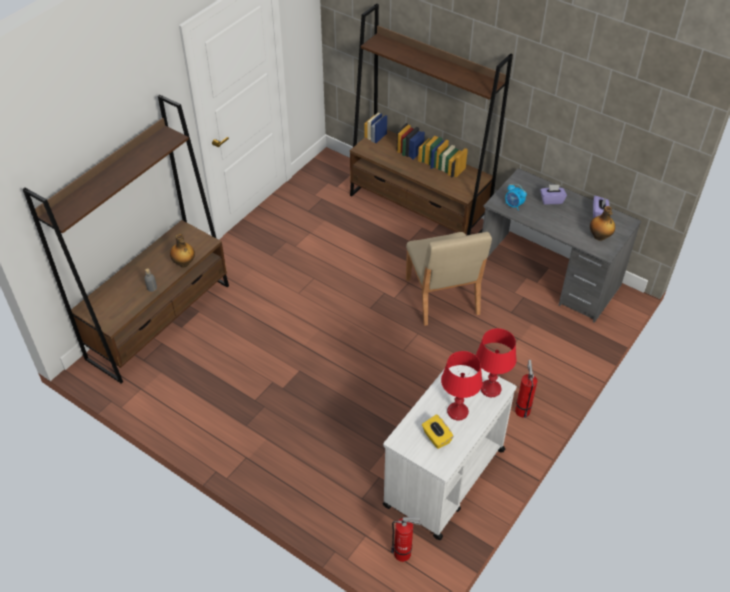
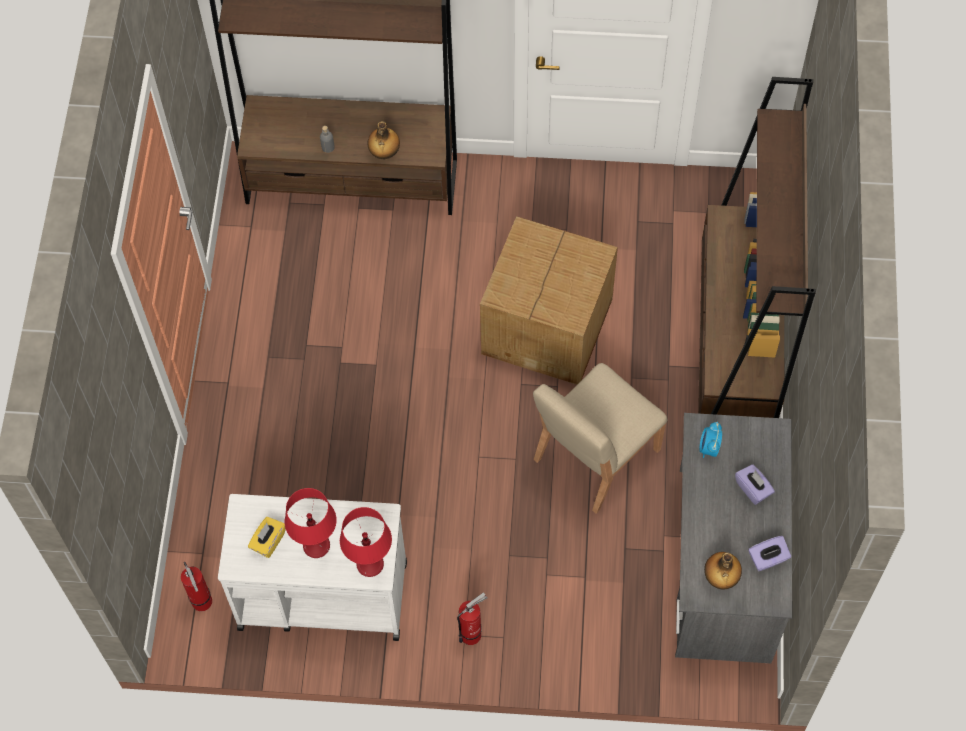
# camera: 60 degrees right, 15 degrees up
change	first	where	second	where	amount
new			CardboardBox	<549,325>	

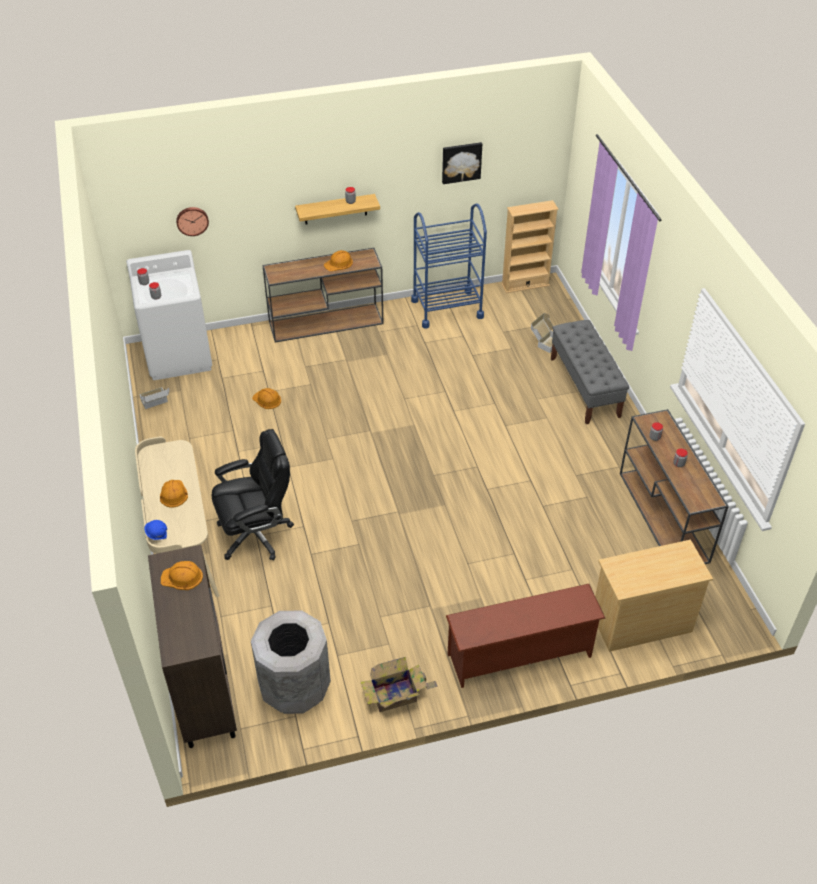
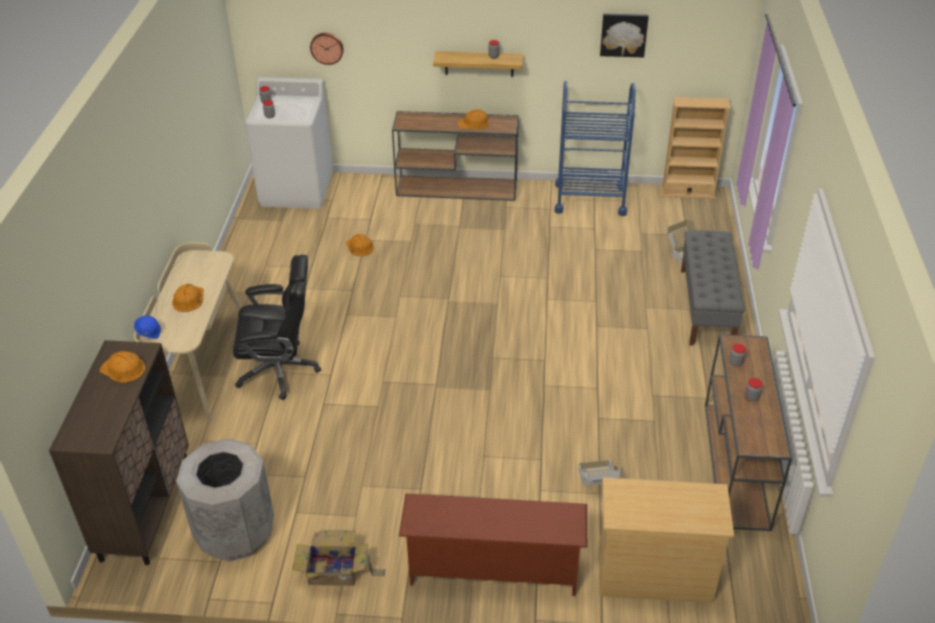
# camera: 20 degrees right, 5 degrees down
change	first	where	second	where	amount
shifted	CardboardBox	<156,404>		<598,483>	

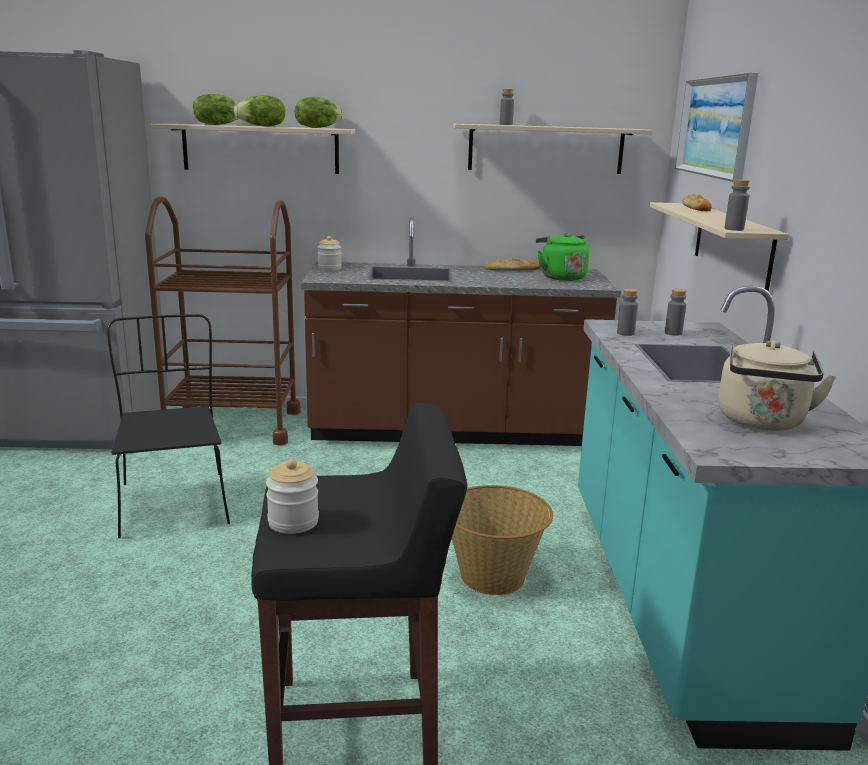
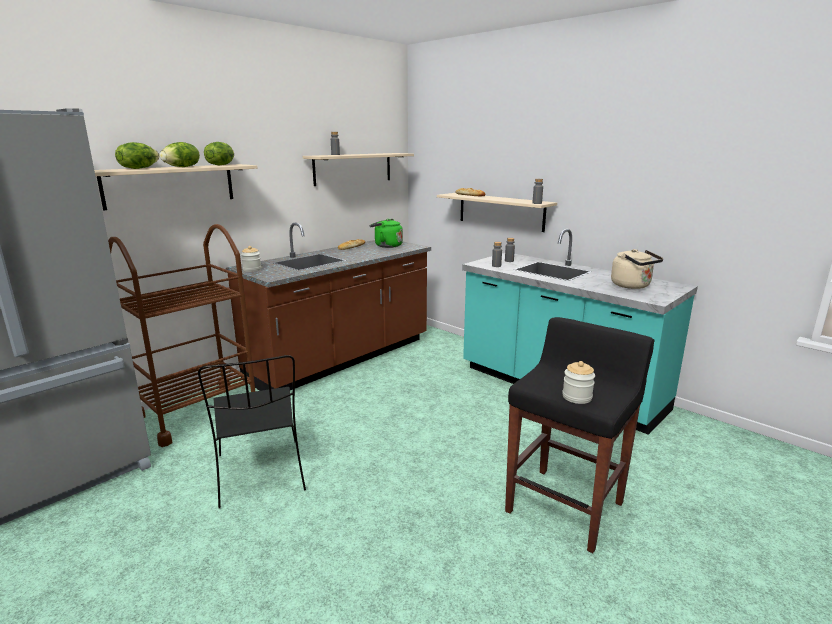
# camera: 45 degrees left, 0 degrees up
change	first	where	second	where	amount
gone	Basket	<494,576>			
gone	Picture	<715,127>			
rotated	BlackChair	<173,502>		<261,474>	135 degrees counterclockwise

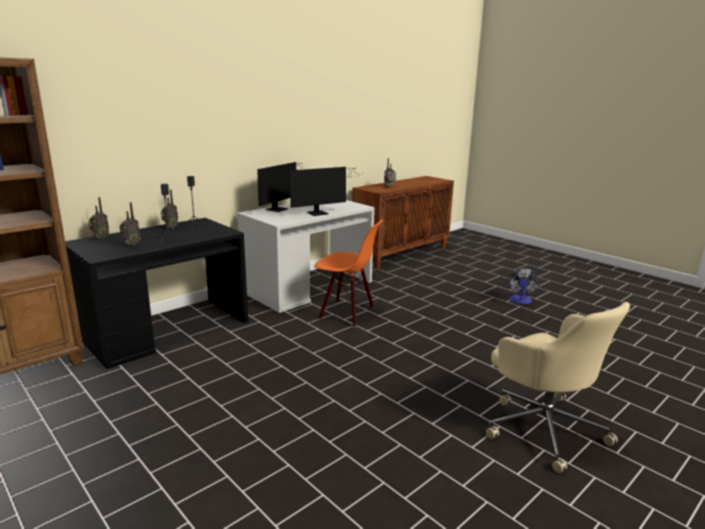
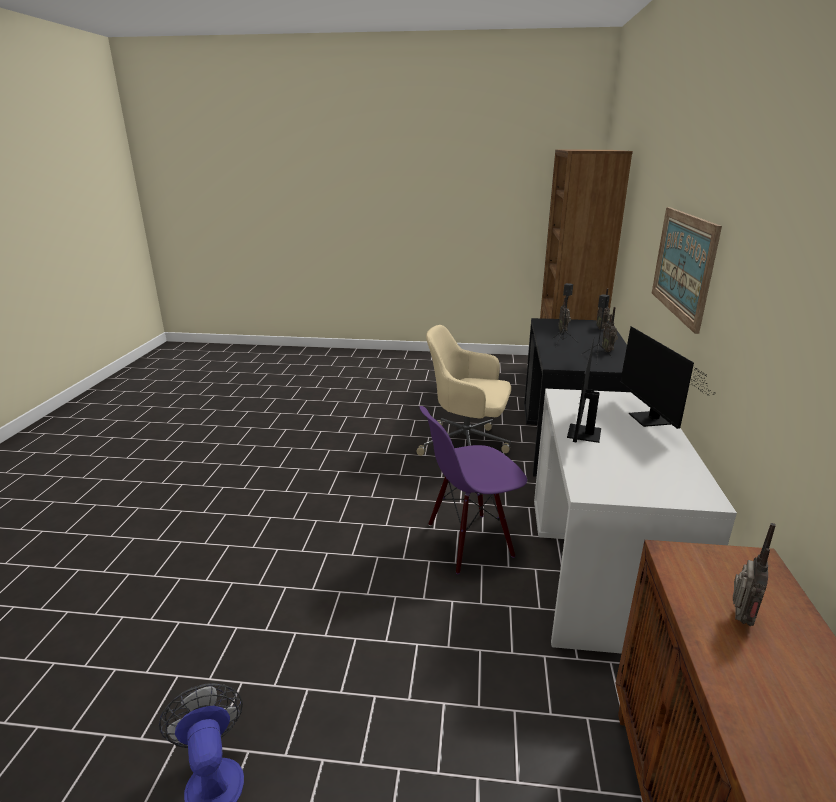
# camera: 140 degrees right, 5 degrees up
change	first	where	second	where	amount
new			Picture	<683,265>	
shifted	BeigeOfficeChair	<543,427>		<467,446>	
repainted	OrangeChair	<346,313>	PurpleChair	<469,541>	

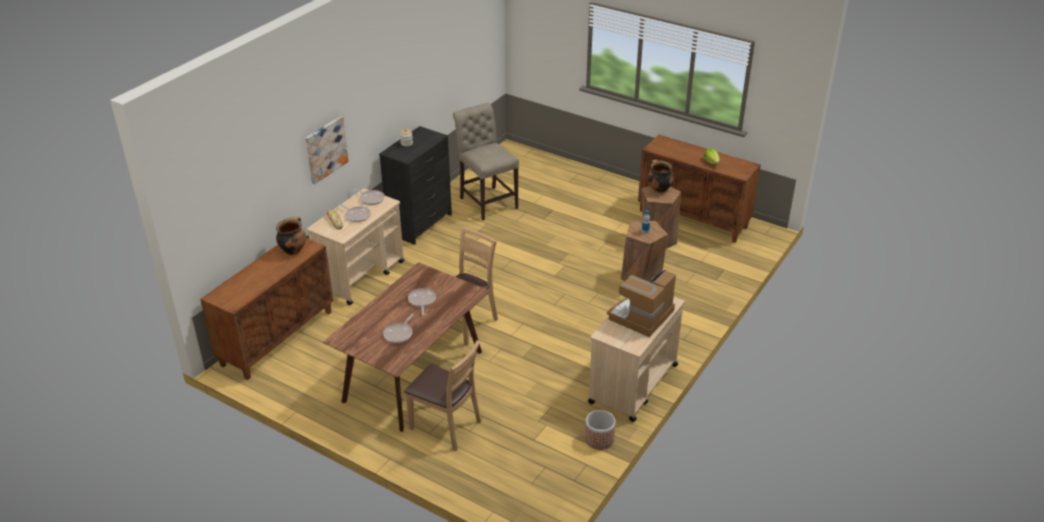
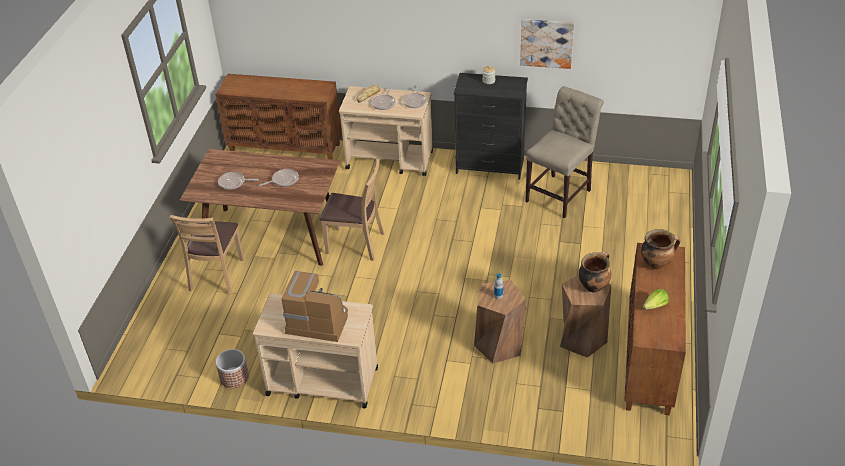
# camera: 70 degrees right, 5 degrees up
change	first	where	second	where	amount
shifted	CookingPot	<293,250>		<656,263>	
shifted	Picture	<326,149>		<546,43>	

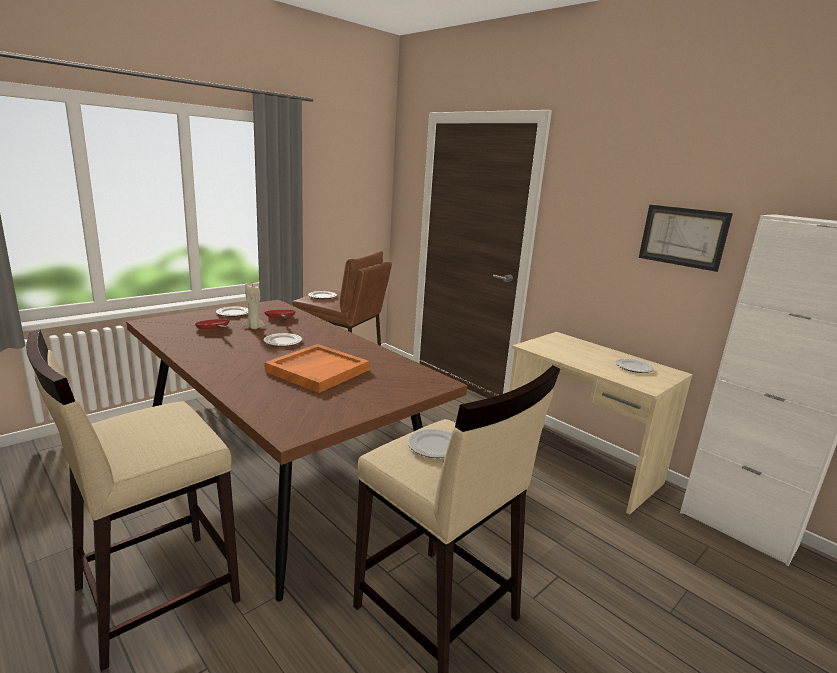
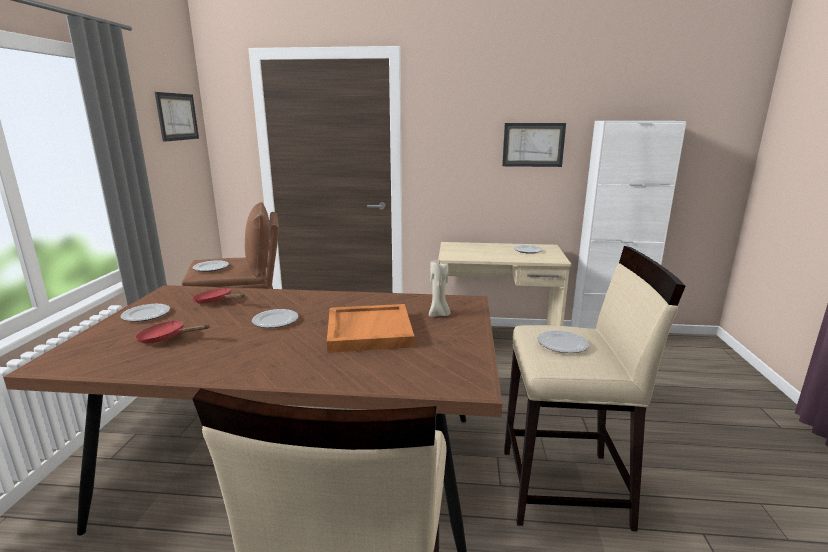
# camera: 40 degrees left, 0 degrees up
change	first	where	second	where	amount
new			Picture	<177,117>	
shifted	BeigeCandle	<254,327>		<439,314>	

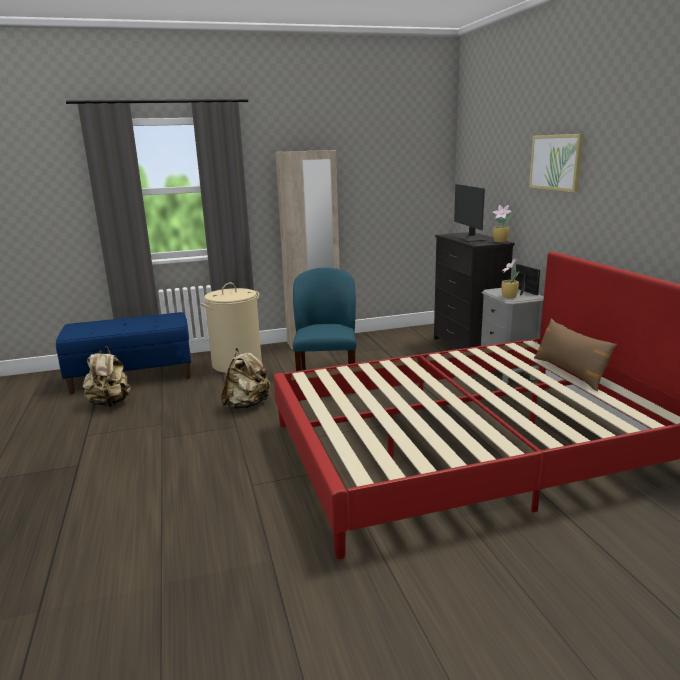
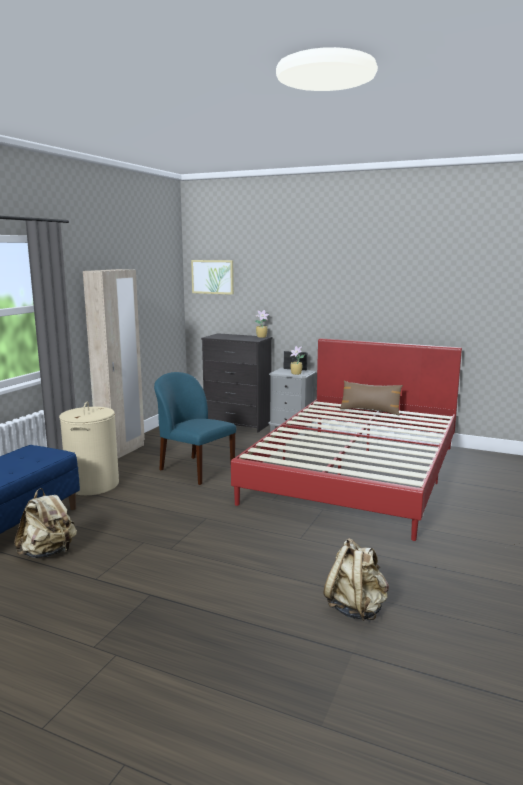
# camera: 50 degrees left, 5 degrees down
change	first	where	second	where	amount
gone	Monitor	<471,239>			
shifted	BeigeBackpack	<247,405>		<356,608>	
shifted	Picture	<556,162>		<212,277>	

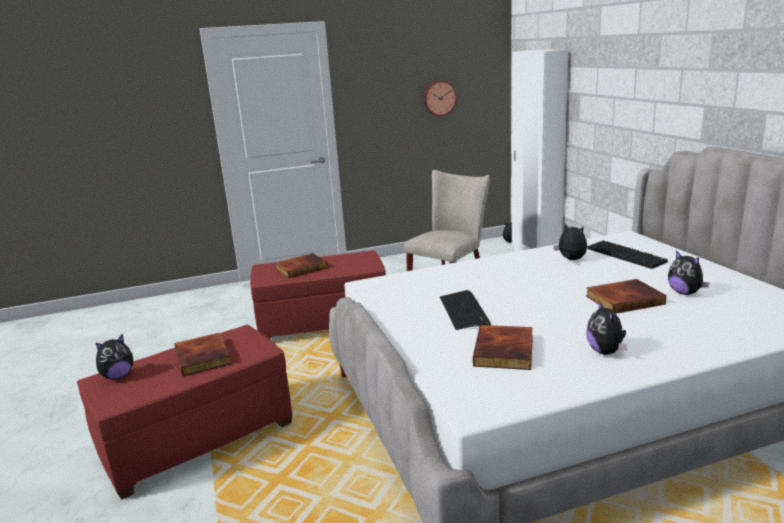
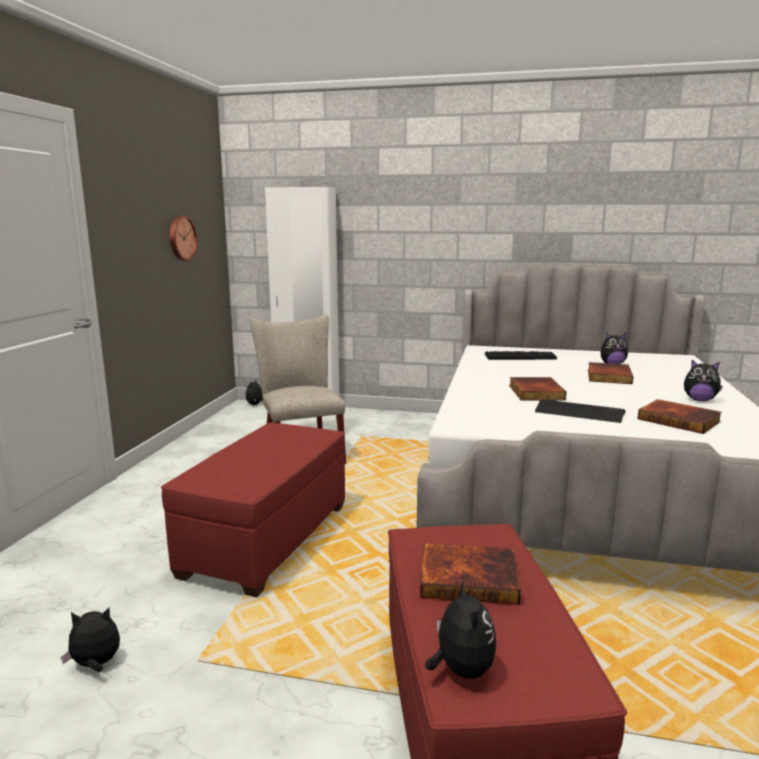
# camera: 60 degrees left, 5 degrees down
change	first	where	second	where	amount
shifted	Book	<301,268>		<534,392>	
shifted	PlushToy	<571,260>		<96,665>	

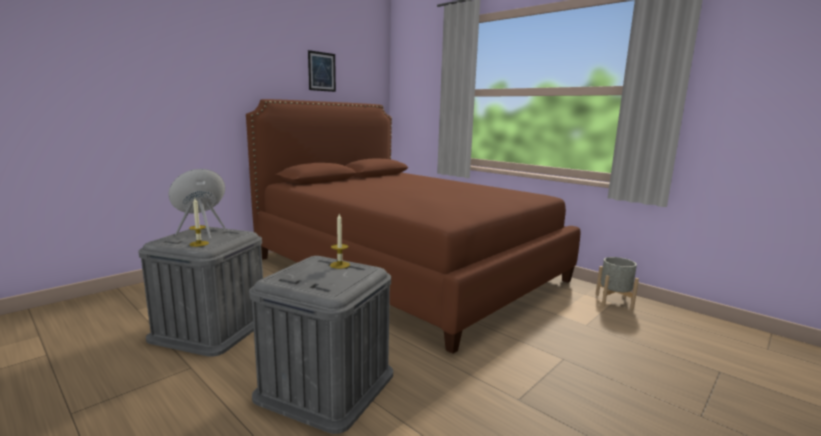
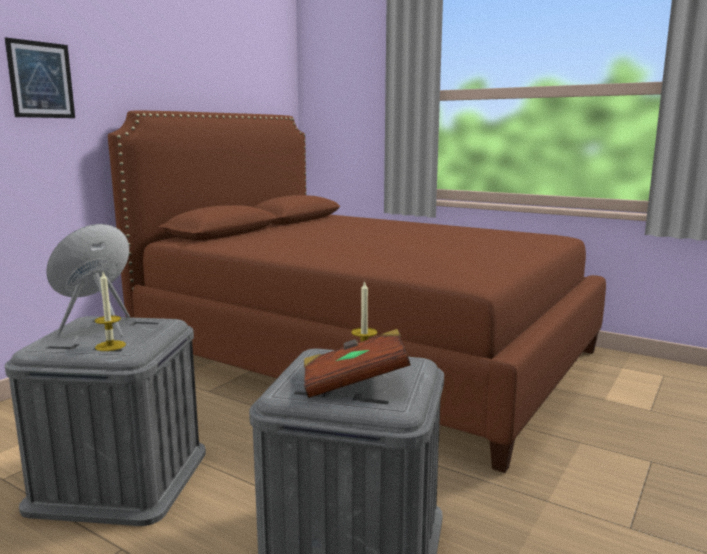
# camera: 10 degrees left, 0 degrees up
change	first	where	second	where	amount
gone	GreyPlanter	<613,301>			
new			BrownBook	<354,383>	
shifted	Picture	<322,71>		<41,80>	

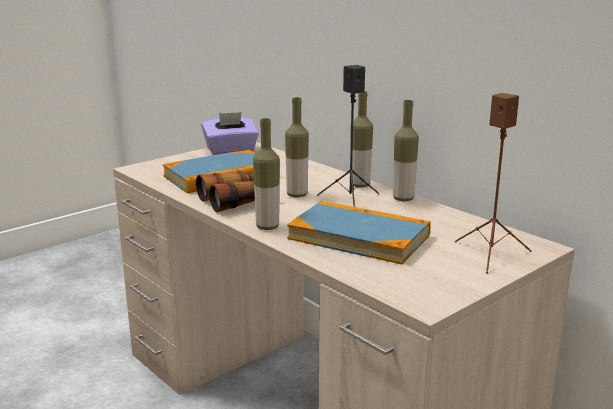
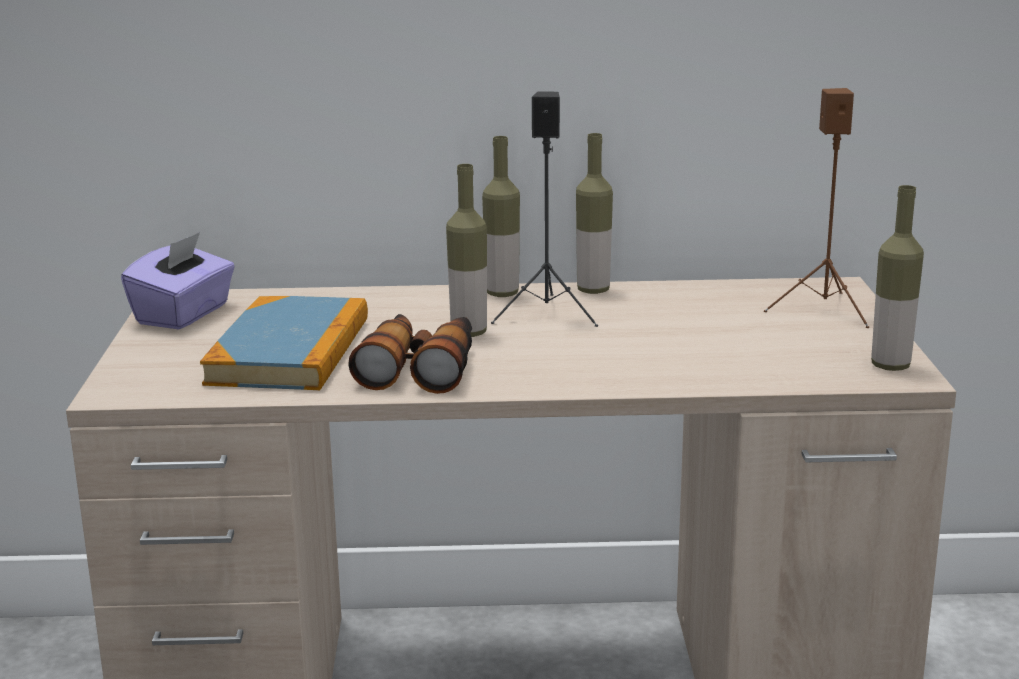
# camera: 50 degrees left, 0 degrees up
change	first	where	second	where	amount
gone	Book	<359,237>			
shifted	Bottle	<267,227>		<890,366>	

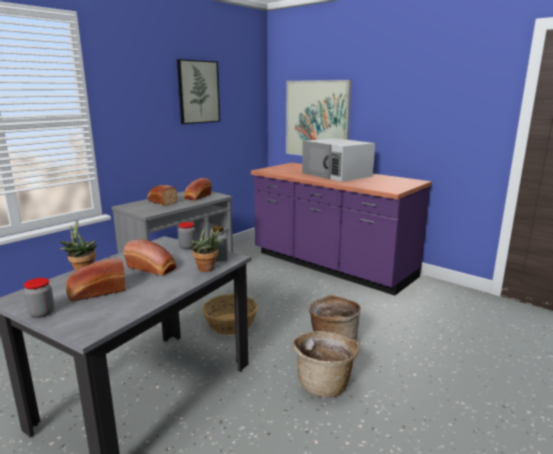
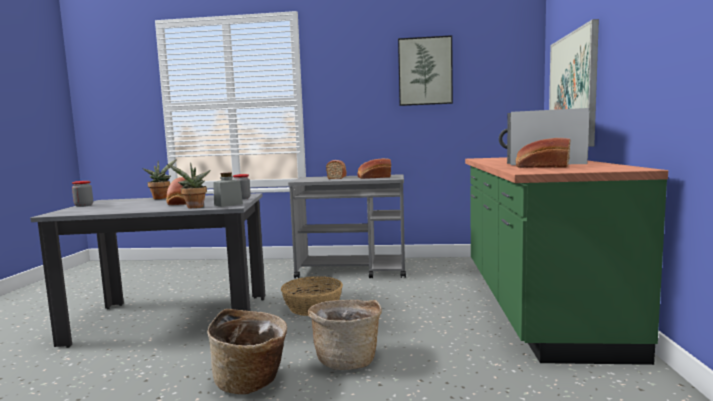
# camera: 55 degrees right, 10 degrees down
change	first	where	second	where	amount
shifted	Bread	<96,292>		<541,166>	
repainted	PurpleCounter	<331,265>	GreenCounter	<534,304>	

